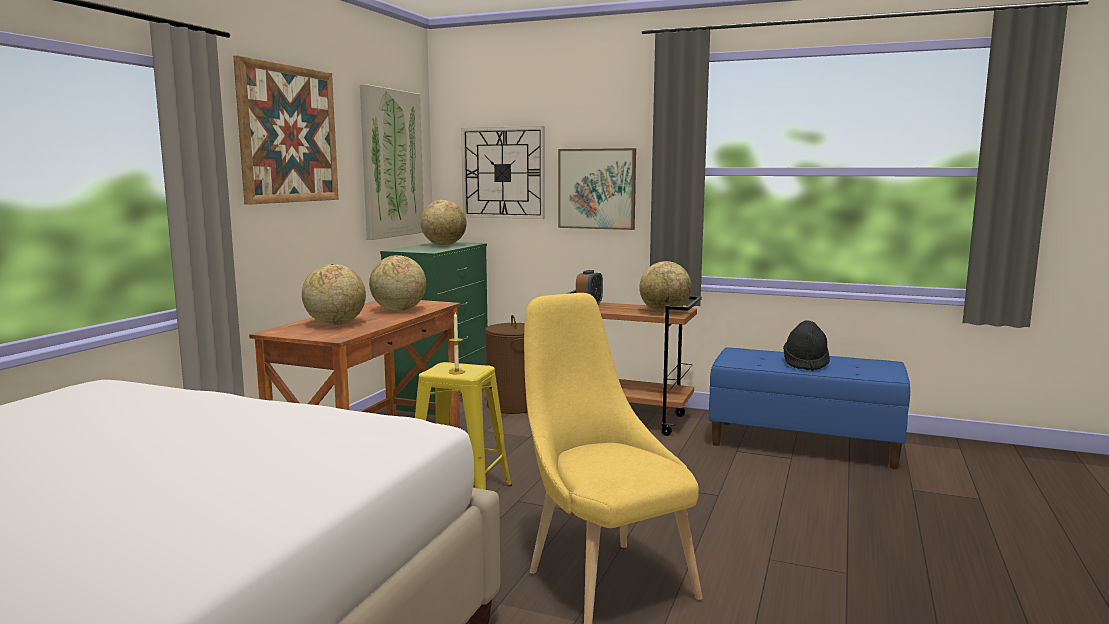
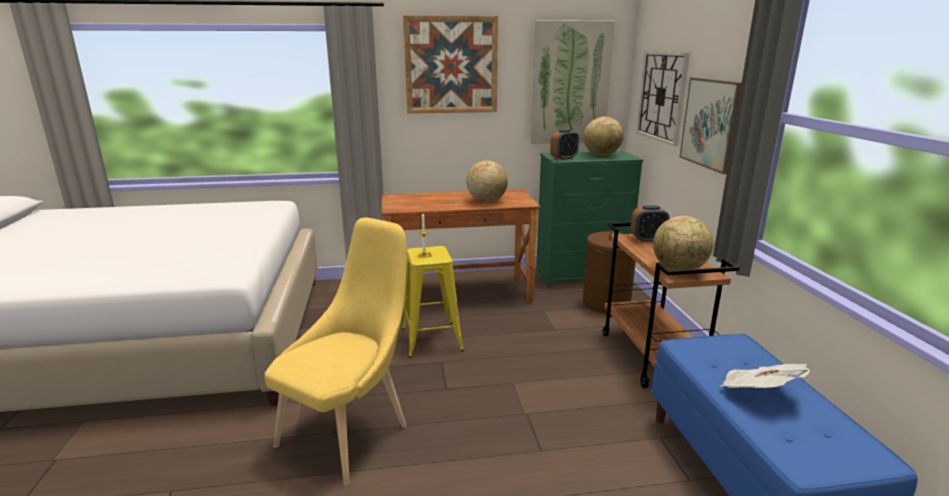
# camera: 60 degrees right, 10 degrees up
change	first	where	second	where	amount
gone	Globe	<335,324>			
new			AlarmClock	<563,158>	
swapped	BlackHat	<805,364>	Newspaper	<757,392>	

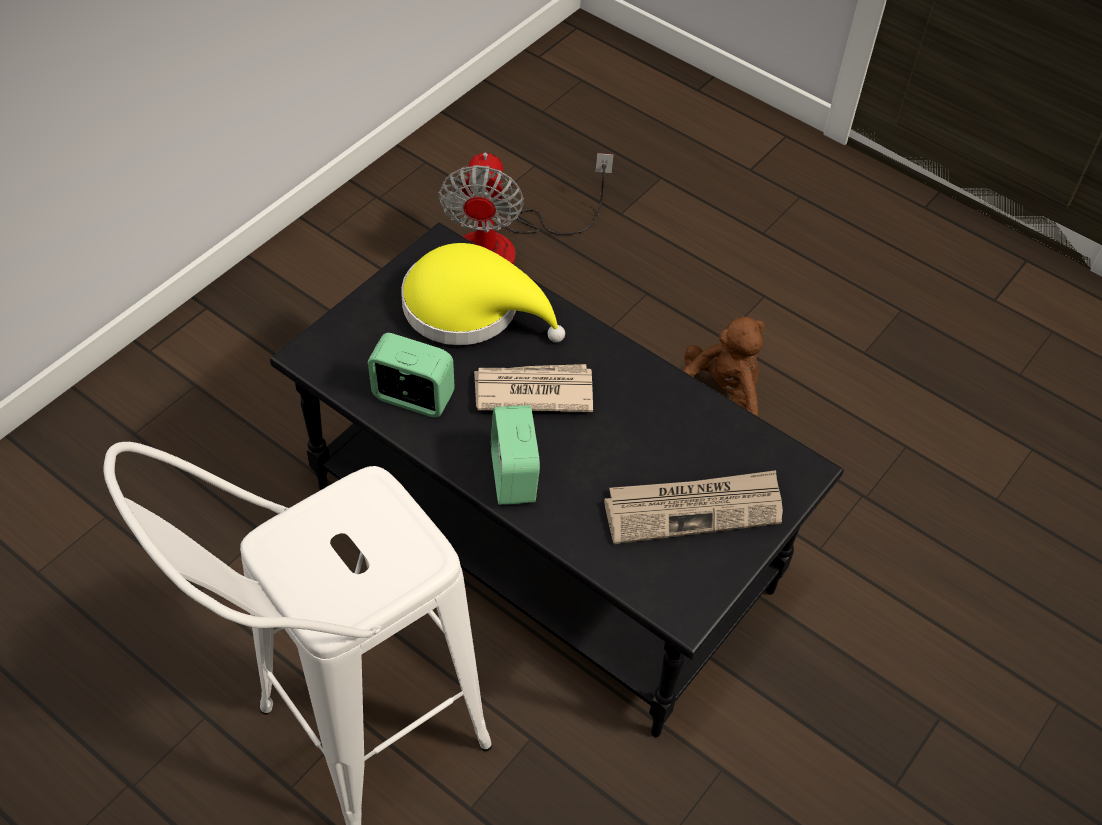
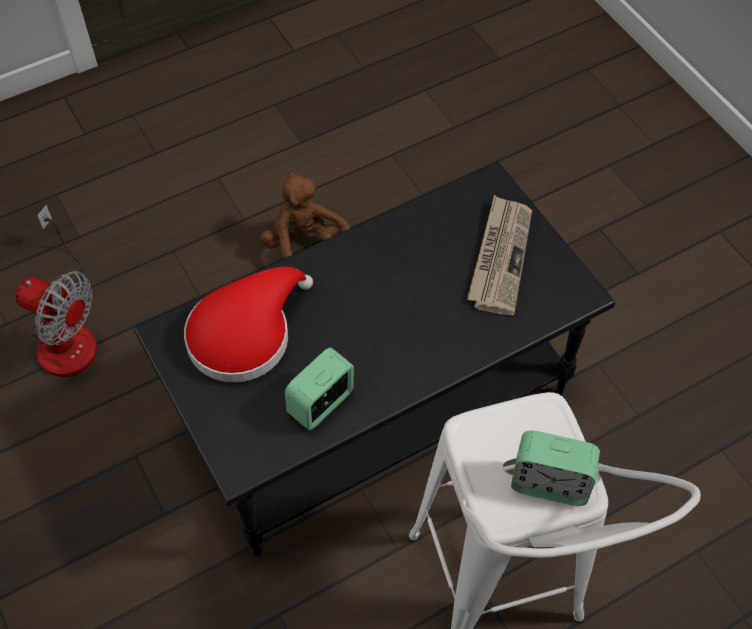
# camera: 65 degrees left, 5 degrees up
change	first	where	second	where	amount
gone	Newspaper	<532,391>			
shifted	AlarmClock	<513,476>		<550,483>	
repainted	YellowHat	<471,308>	RedHat	<245,333>	

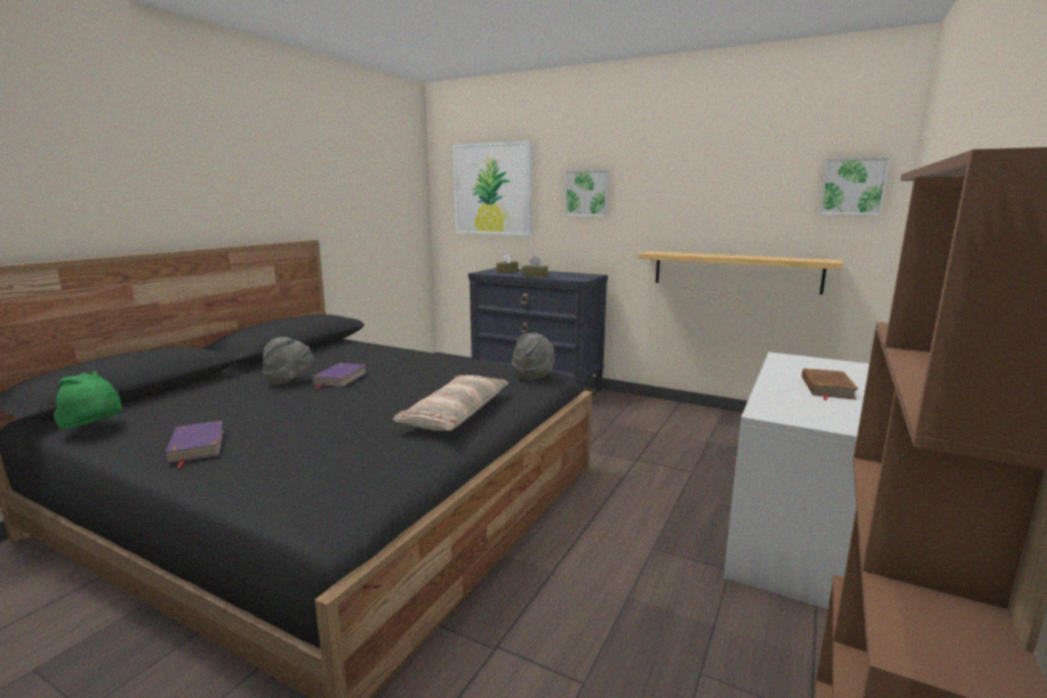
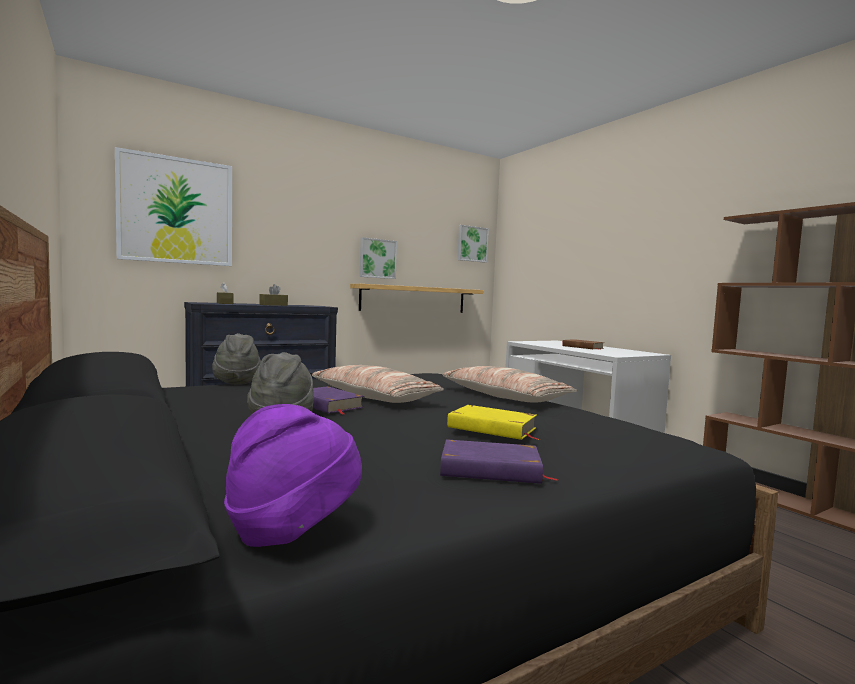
# camera: 60 degrees left, 10 degrees down
change	first	where	second	where	amount
new			Pillow	<373,397>	
new			YellowBook	<492,428>	
shifted	GreyHat	<533,376>		<237,381>	
shifted	Picture	<587,193>		<377,258>	
repainted	GreenHat	<95,429>	PurpleHat	<293,530>	

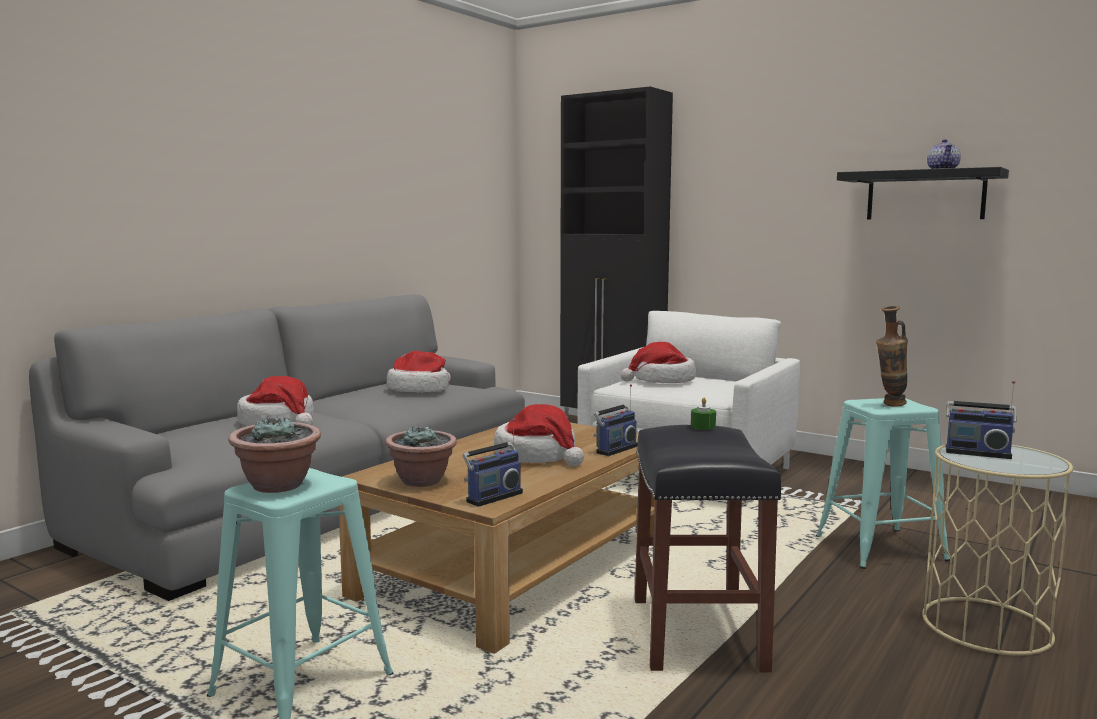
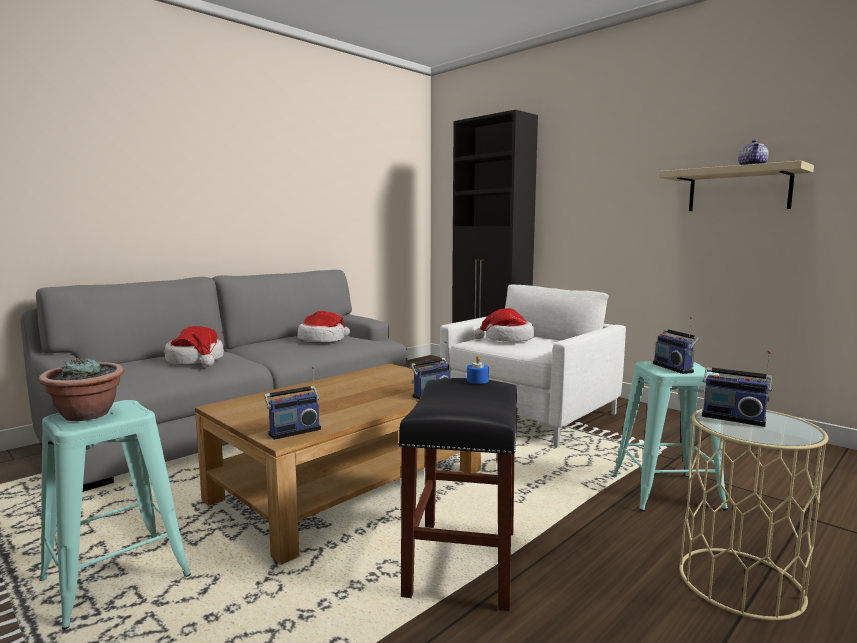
# camera: 10 degrees right, 0 degrees up
change	first	where	second	where	amount
gone	PottedPlant	<422,481>			
gone	Hat	<537,456>			
swapped	Vase	<889,405>	Radio	<674,368>	
repainted	GreenCandle	<703,426>	BlueCandle	<477,380>	
repainted	BlackShelf	<925,195>	BeigeShelf	<738,190>	

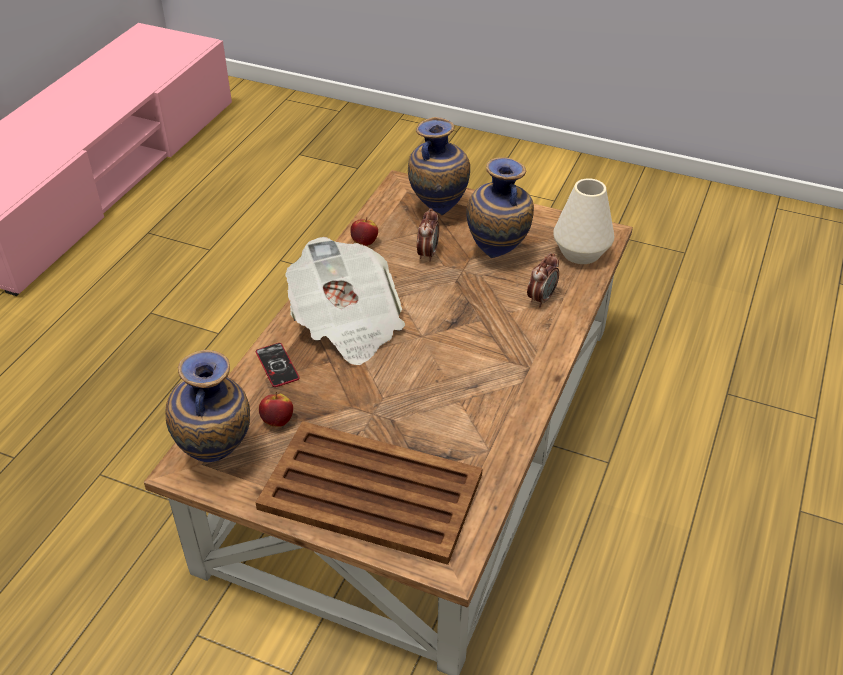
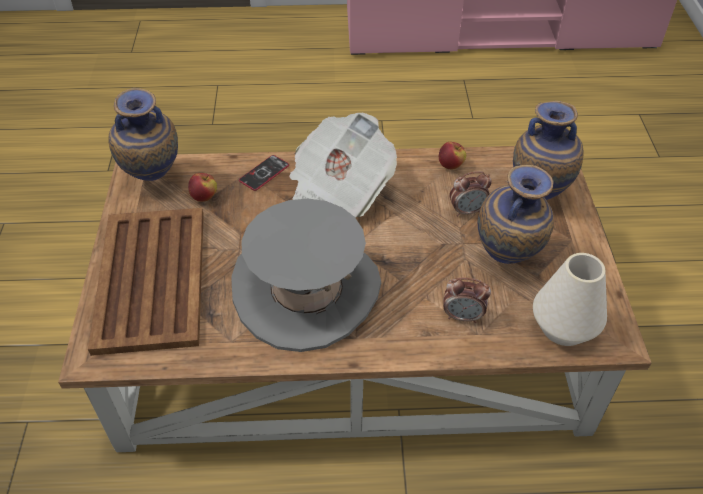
# camera: 65 degrees right, 5 degrees up
change	first	where	second	where	amount
new			GreyHat	<306,291>	

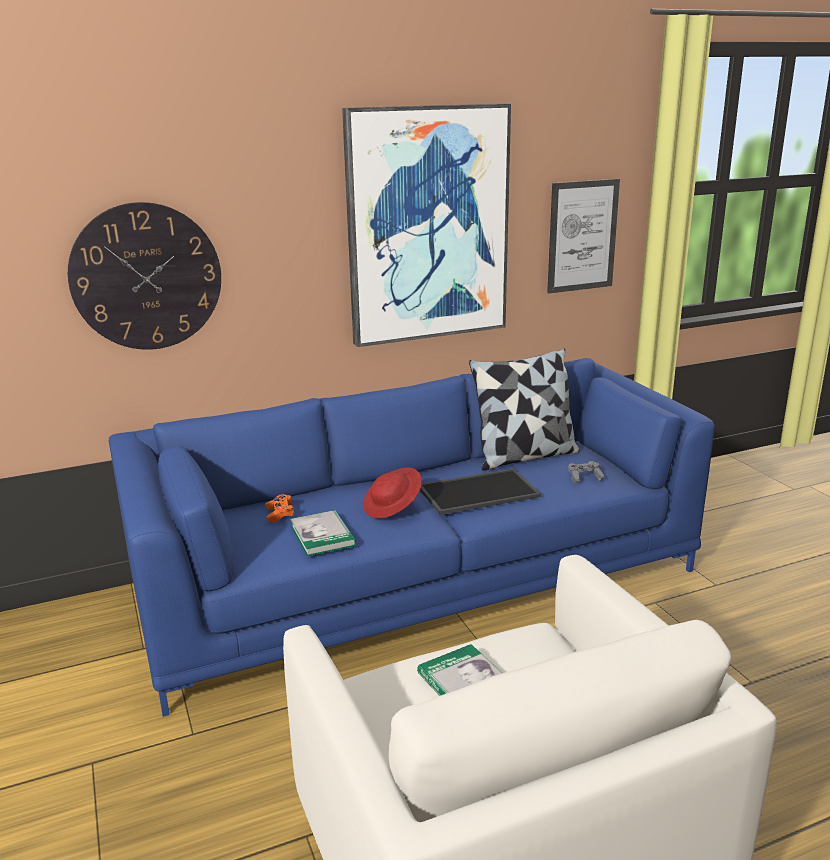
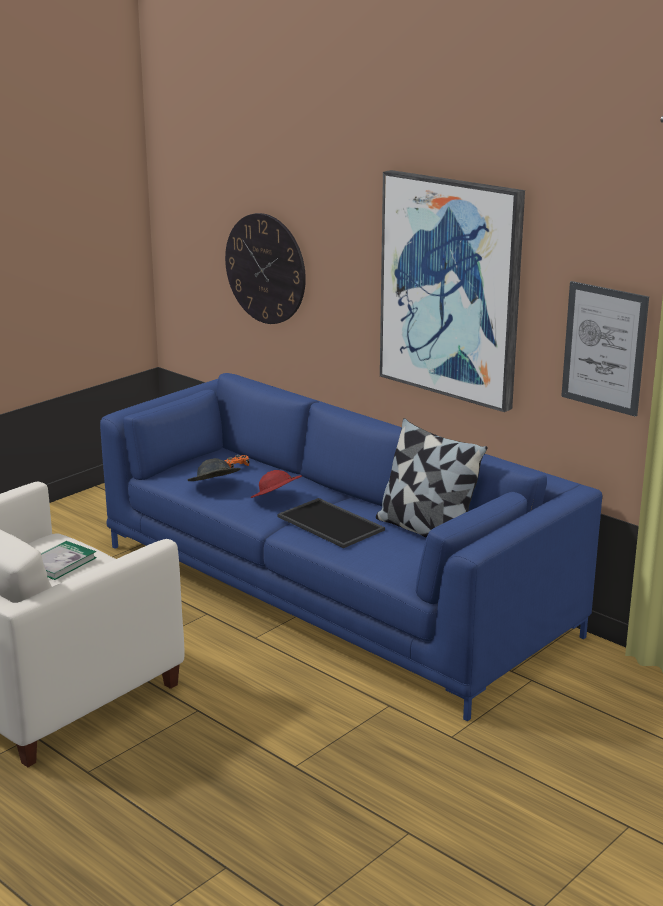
# camera: 65 degrees right, 0 degrees up
change	first	where	second	where	amount
gone	GreyGameController	<584,478>			
swapped	Book	<322,535>	GreyHat	<214,487>	

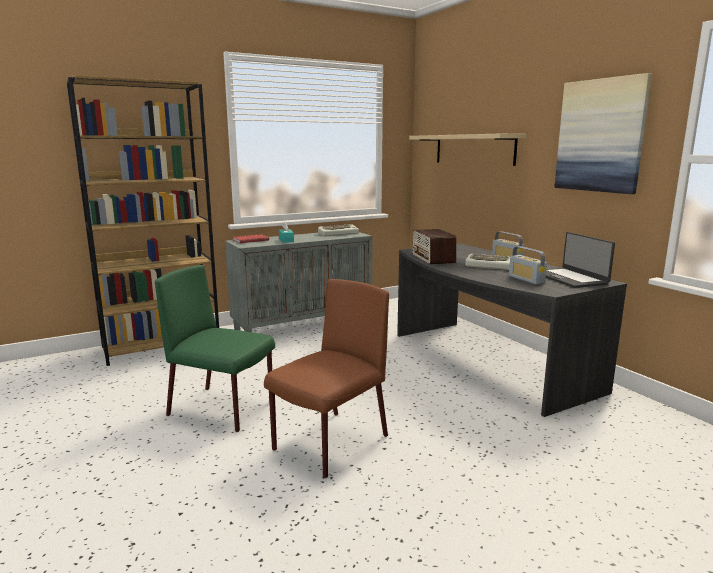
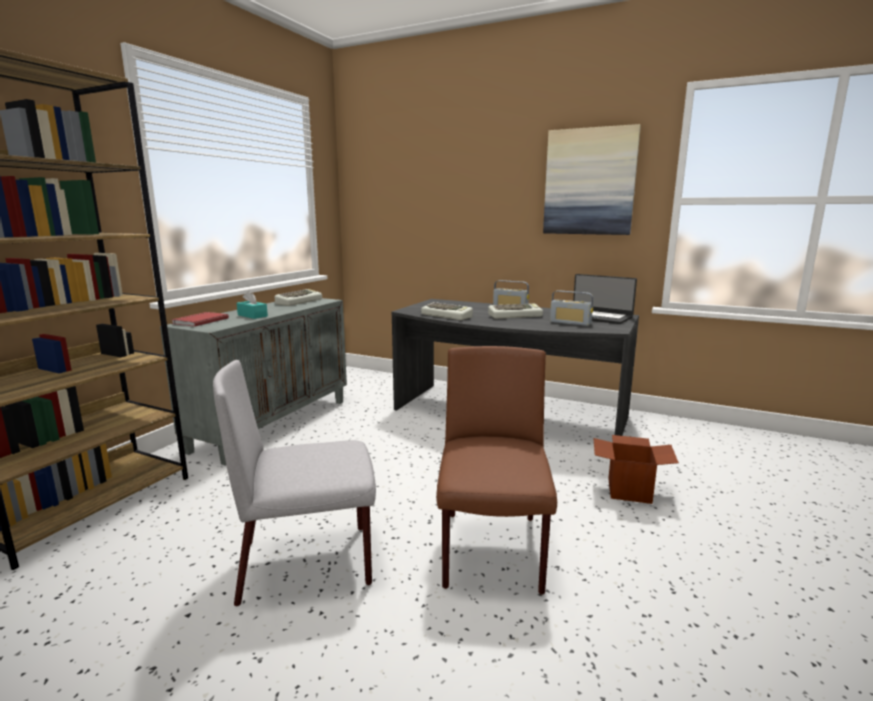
# camera: 35 degrees left, 0 degrees up
change	first	where	second	where	amount
gone	BeigeShelf	<474,149>			
new			CardboardBox	<629,491>	
swapped	Radio	<433,258>	Keyboard	<447,315>	
repainted	GreenChair	<223,409>	GreyChair	<308,562>	

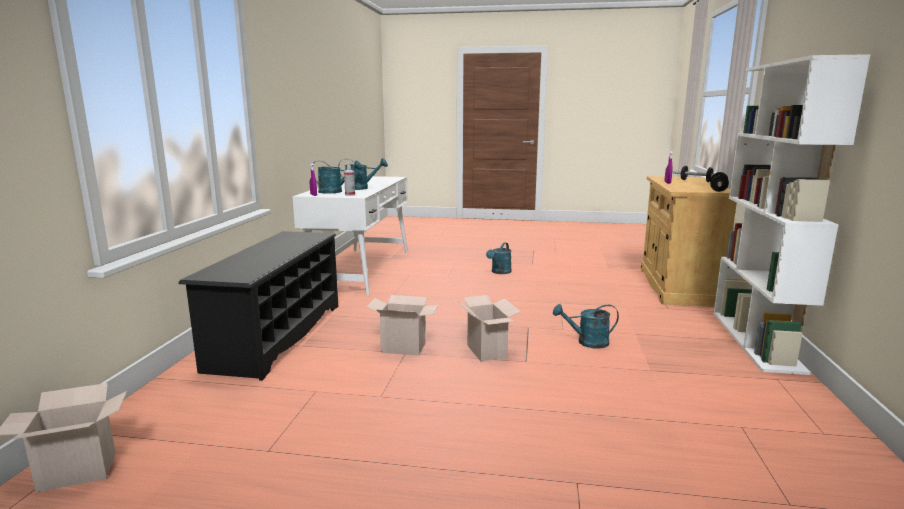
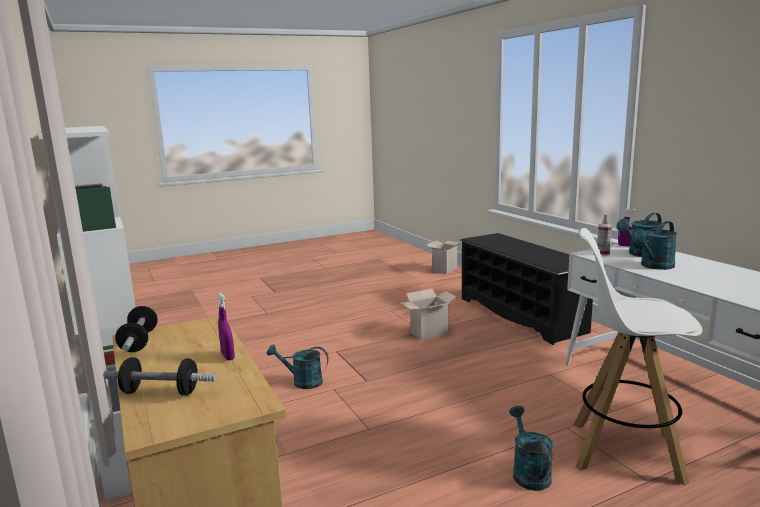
# camera: 145 degrees right, 0 degrees up
change	first	where	second	where	amount
gone	CardboardBox	<488,351>			
new			WhiteStool	<624,451>	
rotated	TurquoiseWateringCan	<587,342>		<302,382>	135 degrees counterclockwise

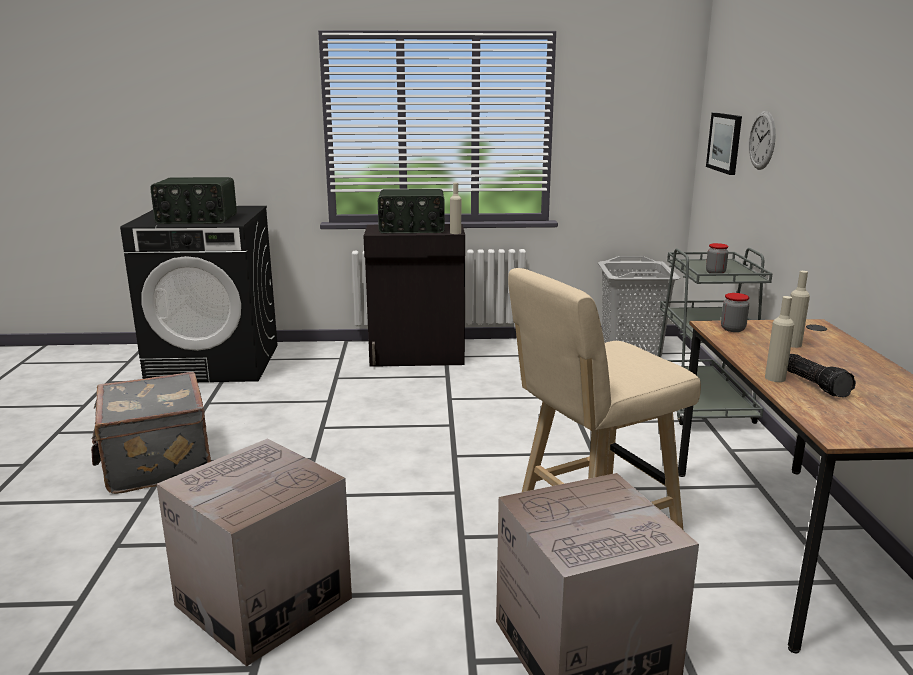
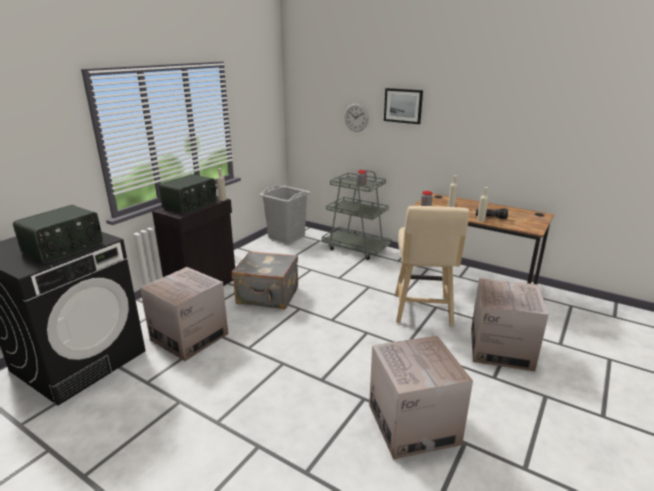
# camera: 55 degrees left, 5 degrees up
change	first	where	second	where	amount
new			CardboardBox	<189,337>	
shifted	GreySuitcase	<155,463>		<268,296>	
shifted	Picture	<725,142>		<403,105>	

